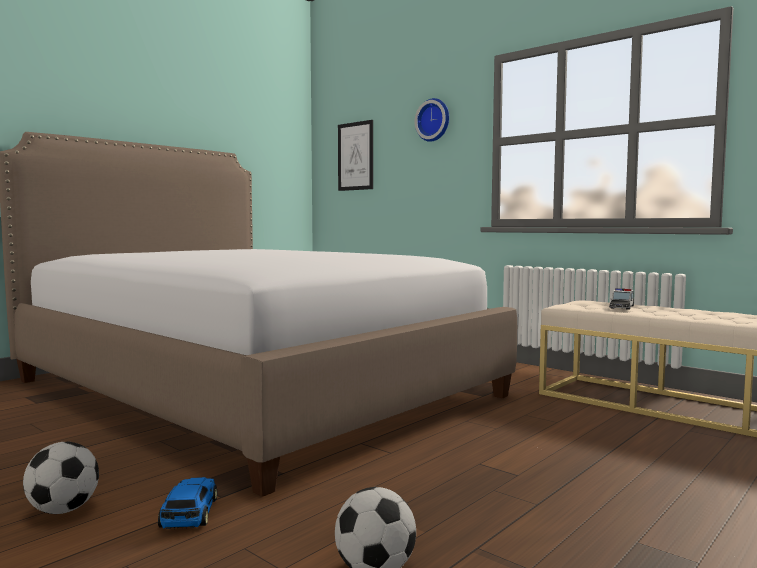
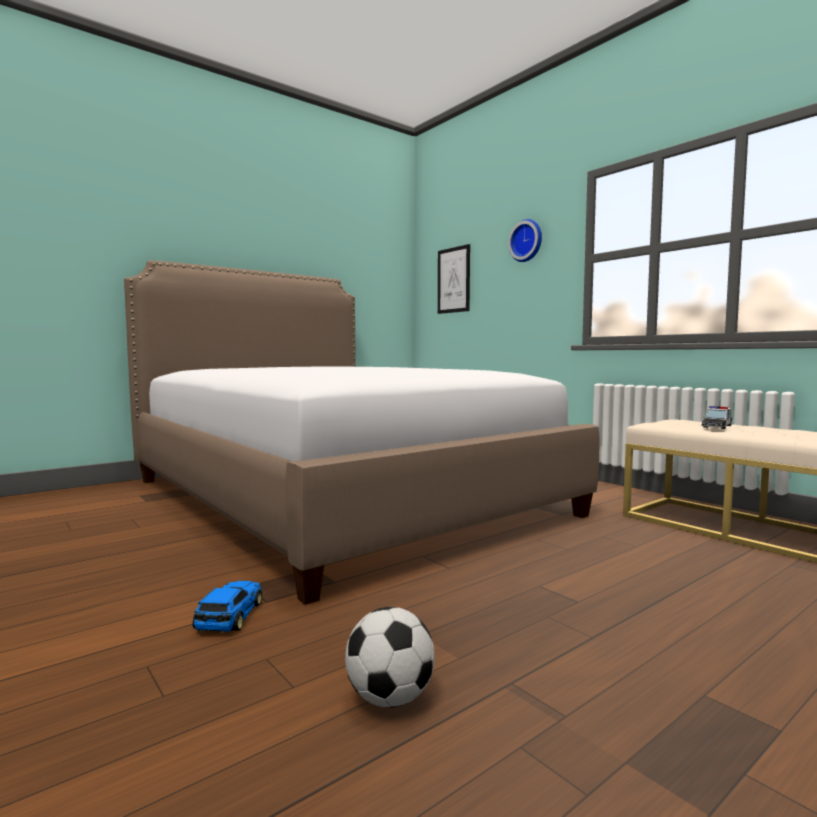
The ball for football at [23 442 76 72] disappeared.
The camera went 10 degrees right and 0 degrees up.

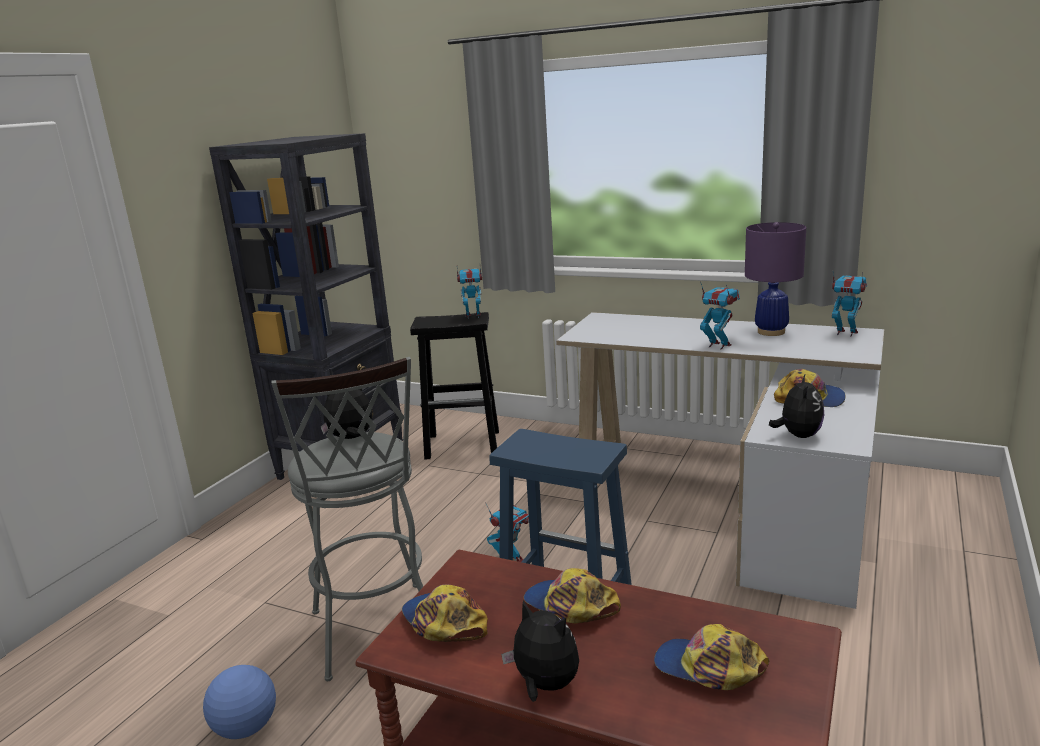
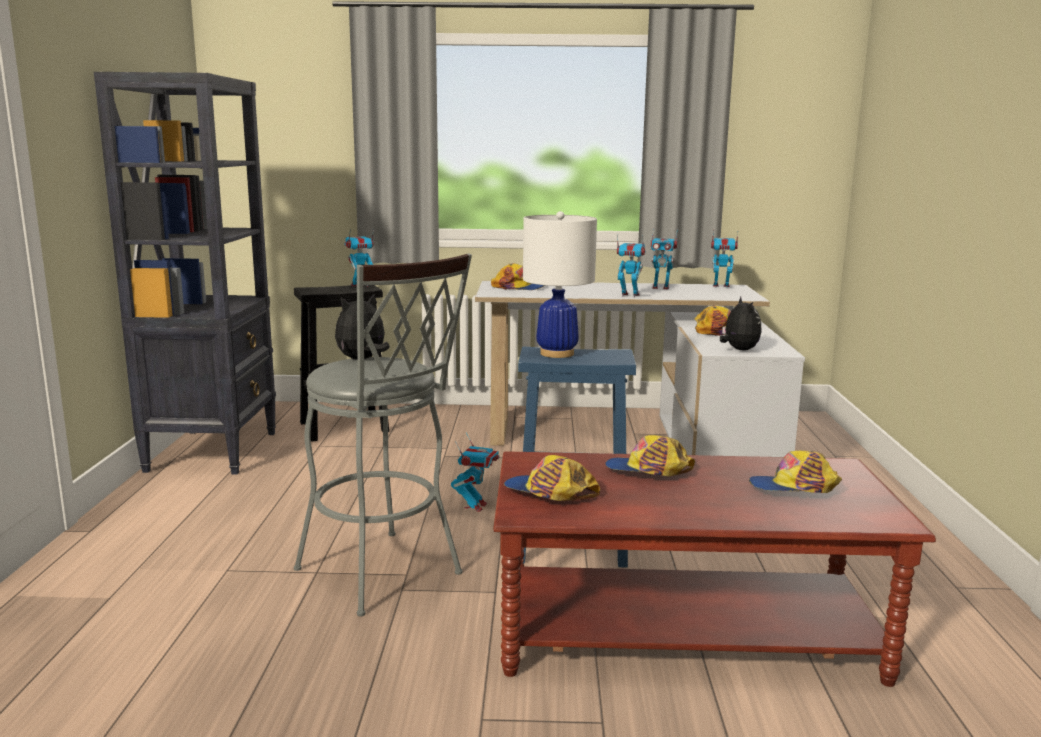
The ball for football at [203 665 73 74] disappeared.
The plush toy at [501 601 78 101] disappeared.
The cap at [491 263 54 27] appeared.
The whitish tabletop lamp at [523 211 74 147] appeared.
The purplish tabletop lamp at [745 222 61 114] was replaced by the model robot at [651 228 27 61].
The camera went 25 degrees left and 5 degrees down.

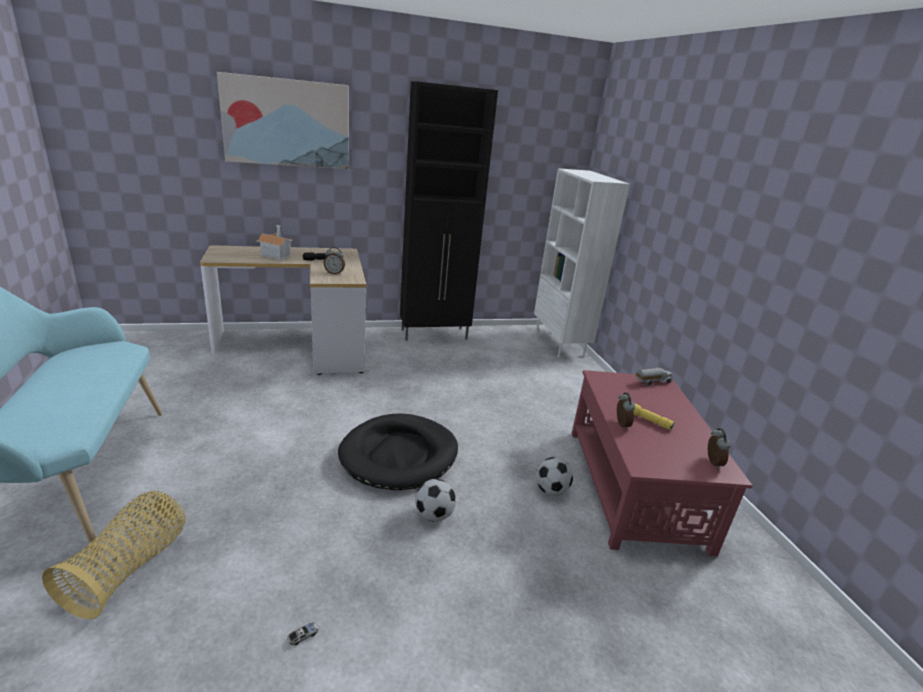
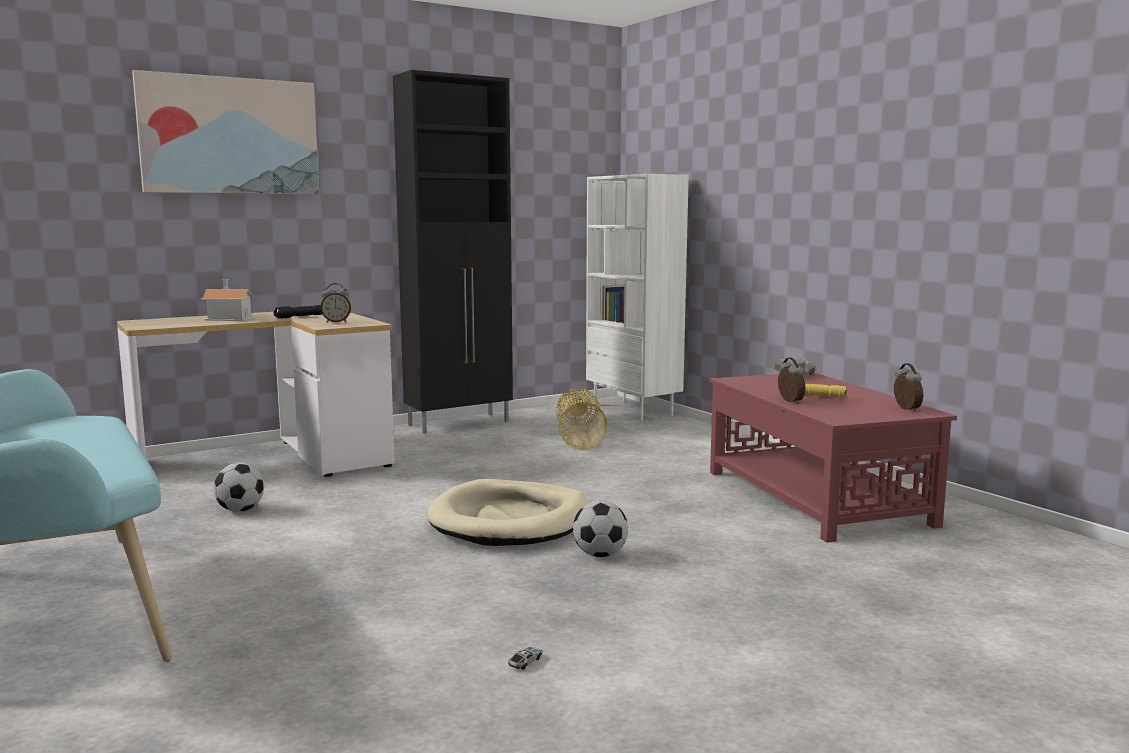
The household basket moved from [42 491 144 128] to [556 388 51 62].
The ball for football moved from [536 457 37 39] to [213 463 51 49].
The black-coloured pet bed at [338 413 120 77] became the sand-coloured pet bed at [427 479 161 67].
The camera went 15 degrees left and 15 degrees down.

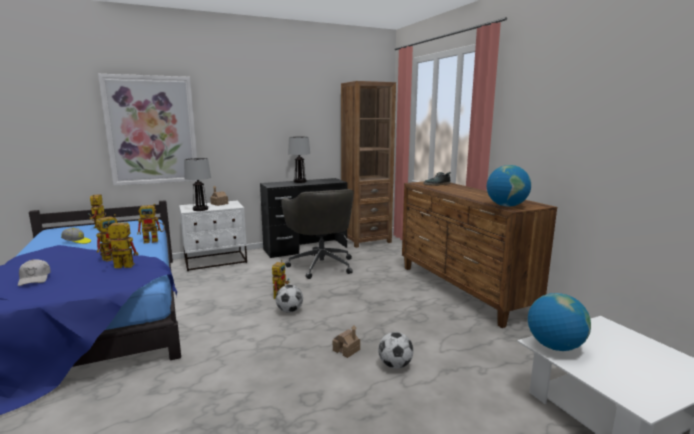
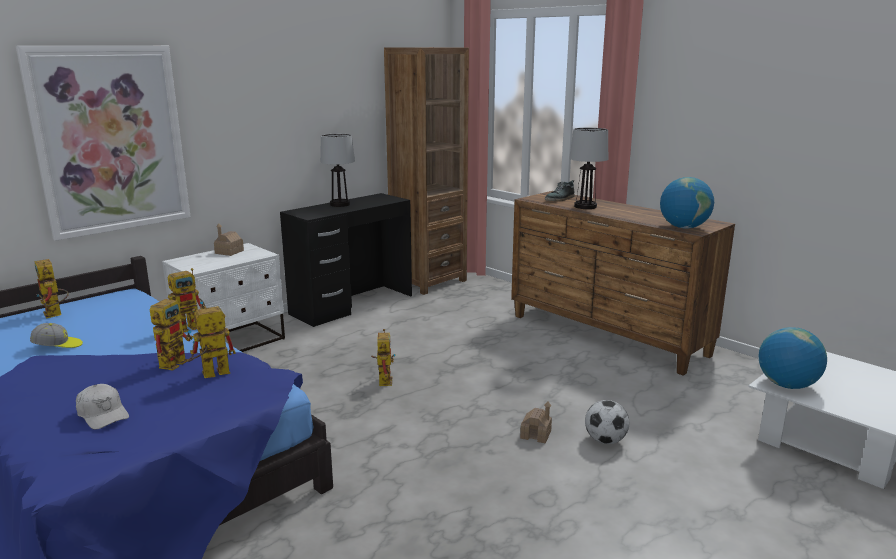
The ball for football at [276 285 27 28] disappeared.
The greyish desk chair at [281 189 73 90] disappeared.
The tabletop lamp moved from [184 158 27 53] to [569 128 39 81].
The camera went 20 degrees left and 5 degrees up.

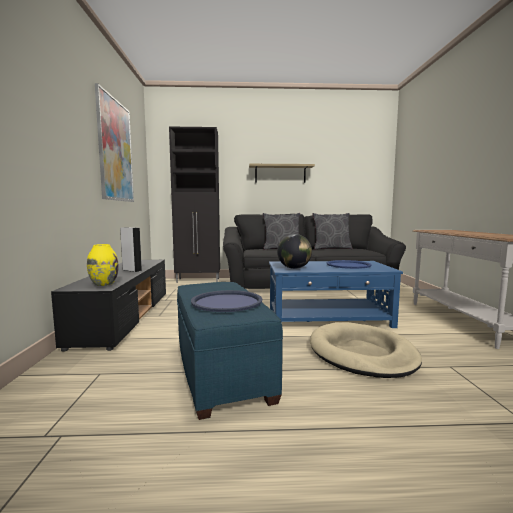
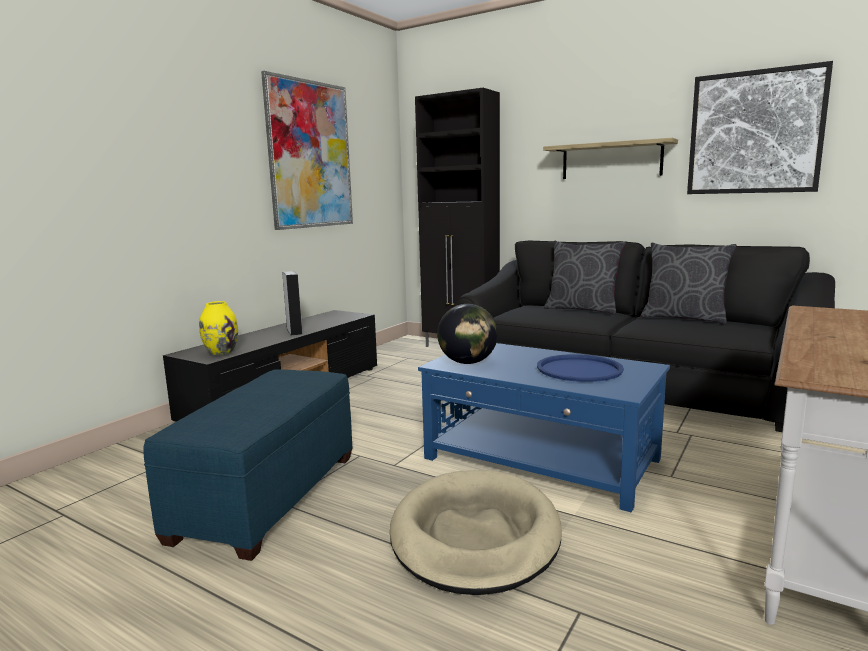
The bluish tray at [191 290 71 22] disappeared.
The picture at [687 61 146 133] appeared.
The camera went 35 degrees right and 5 degrees up.

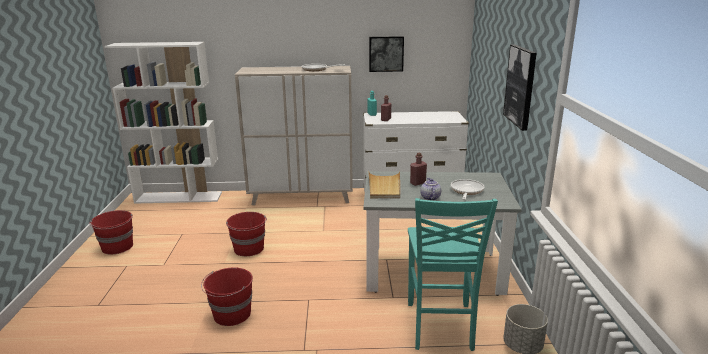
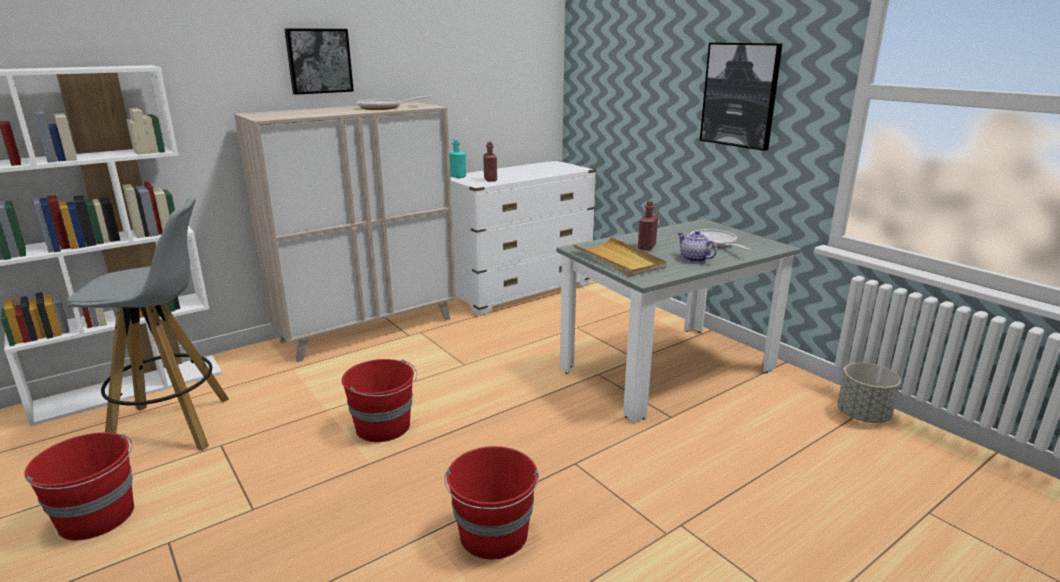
The turquoise chair at [408 198 90 153] disappeared.
The greyish stool at [67 197 162 254] appeared.
The picture moved from [369 36 35 36] to [284 29 70 66].
The camera went 35 degrees left and 0 degrees up.

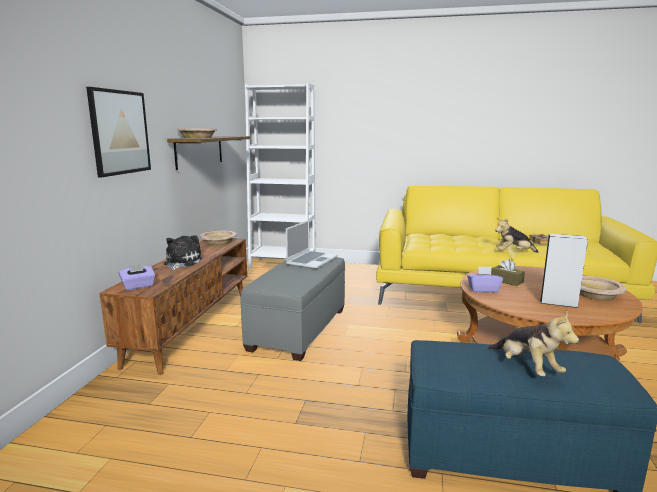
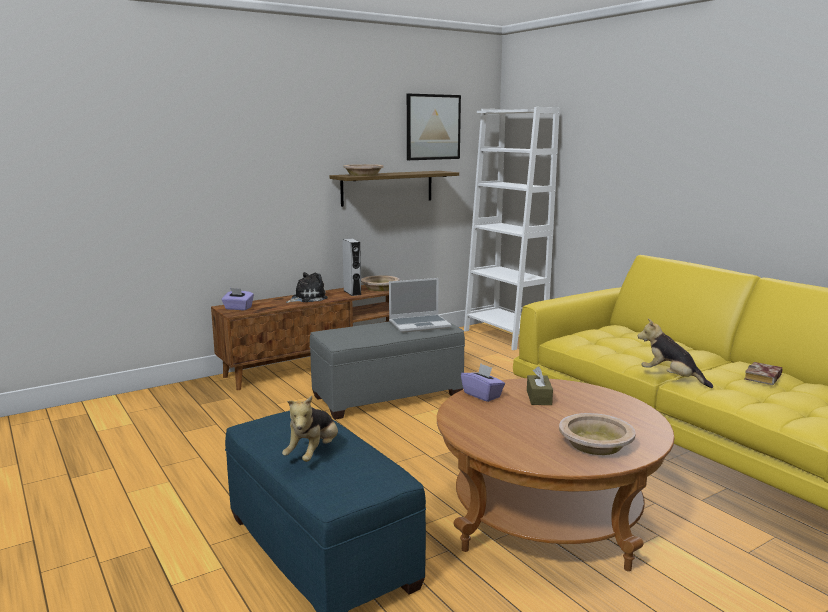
The picture moved from [86 87 65 90] to [407 94 54 66].
The greyish speaker moved from [540 234 48 74] to [342 238 19 58].
The camera went 45 degrees right and 0 degrees up.

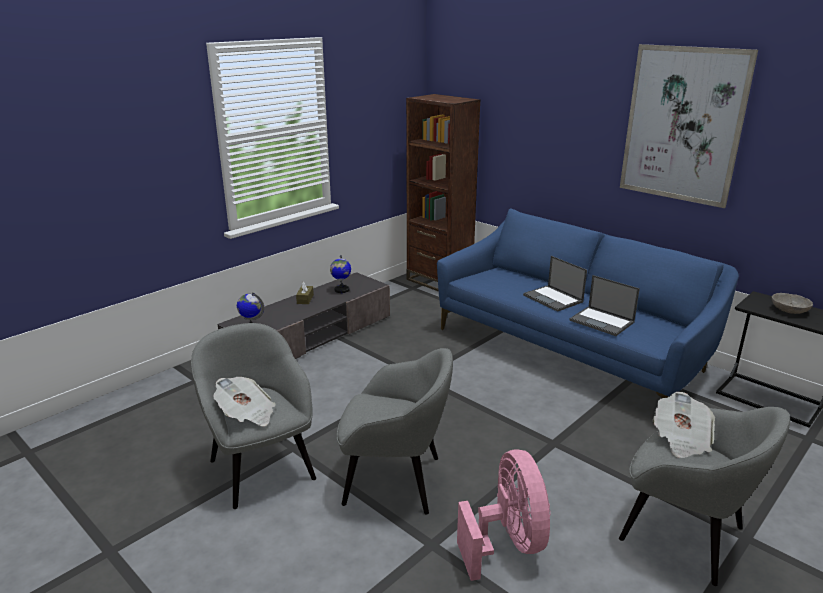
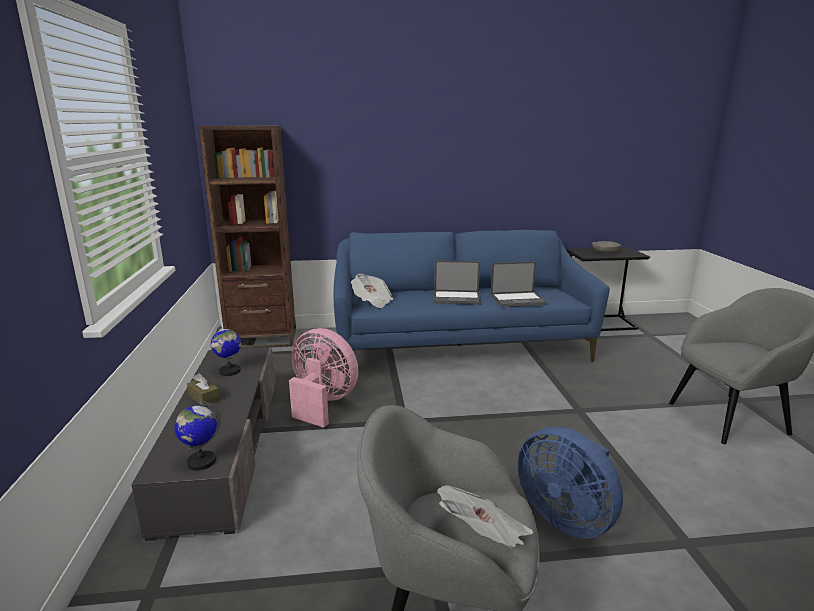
The picture at [620 44 138 164] disappeared.
The pink electric fan moved from [457 450 94 131] to [289 328 70 100].
The printed paper moved from [652 392 63 66] to [351 274 42 34].
The greyish armchair at [337 348 116 167] was replaced by the bluish electric fan at [518 427 105 112].
The camera went 50 degrees left and 5 degrees down.

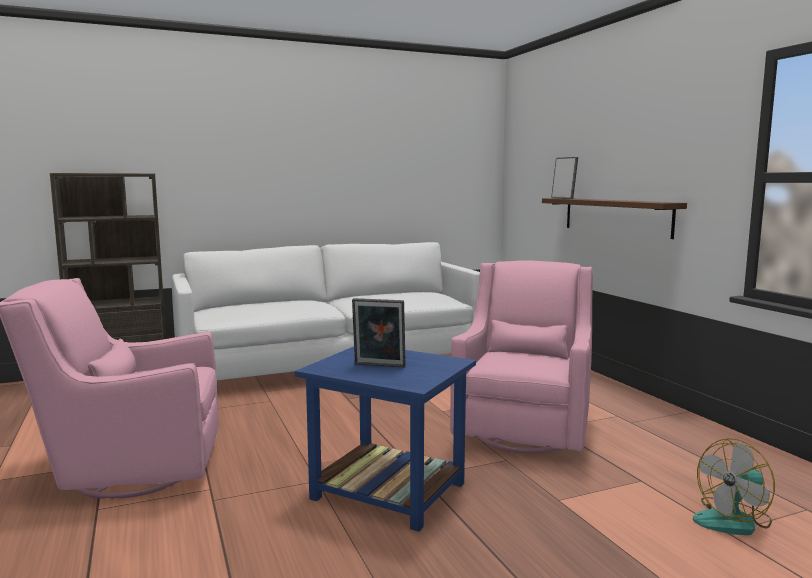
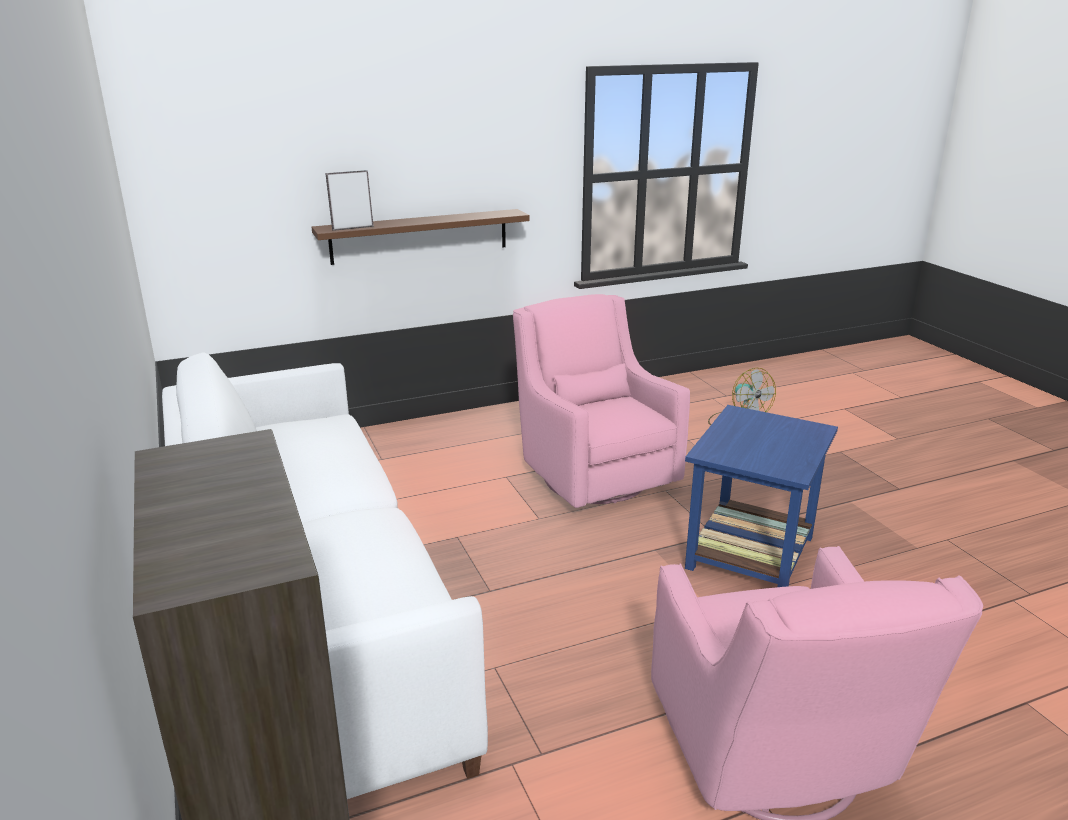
The standing frame at [352 298 54 70] disappeared.
The pink armchair at [450 260 143 194] turned 45 degrees clockwise.
The camera went 90 degrees left and 15 degrees up.

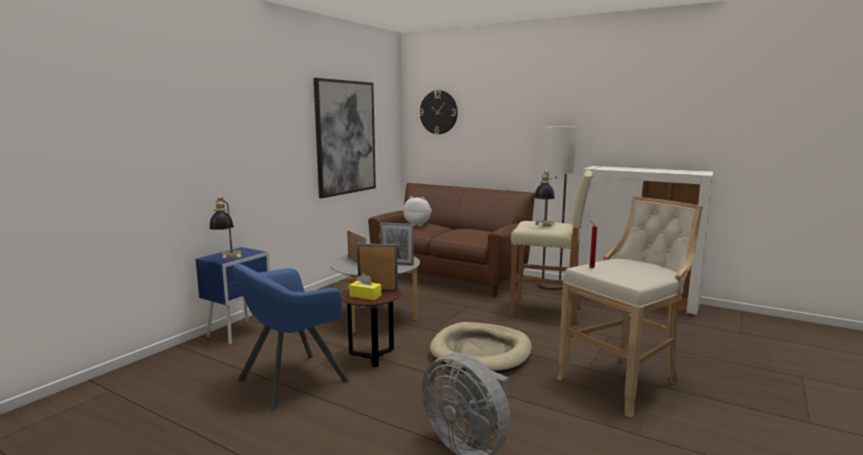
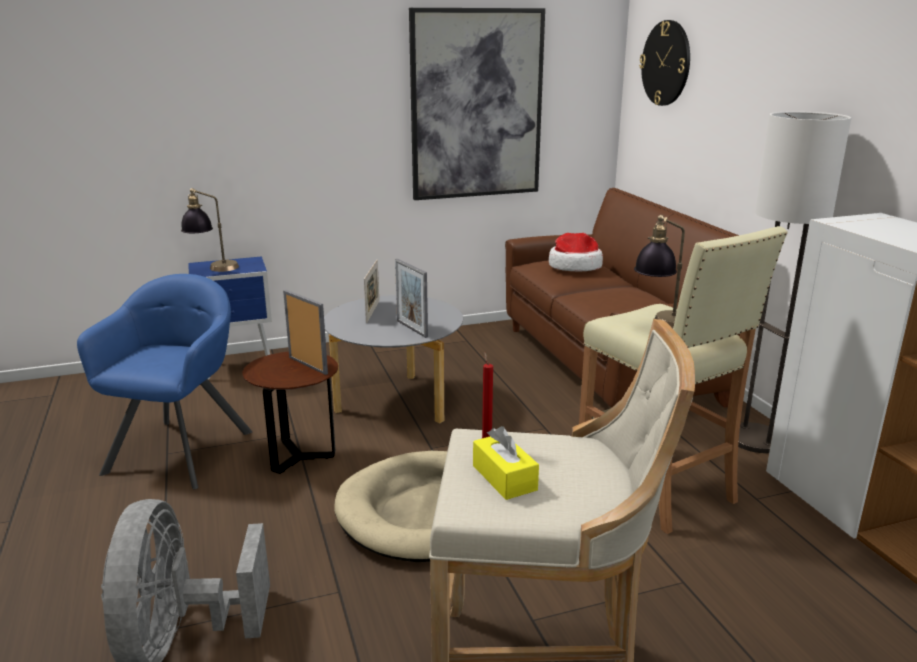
The yellow box of tissues moved from [349 273 32 27] to [473 426 66 74].
The plush toy at [403 196 29 31] was replaced by the wearable hat at [549 233 54 39].
The bluish armchair at [233 264 117 148] turned 105 degrees clockwise.
The camera went 40 degrees right and 10 degrees up.

